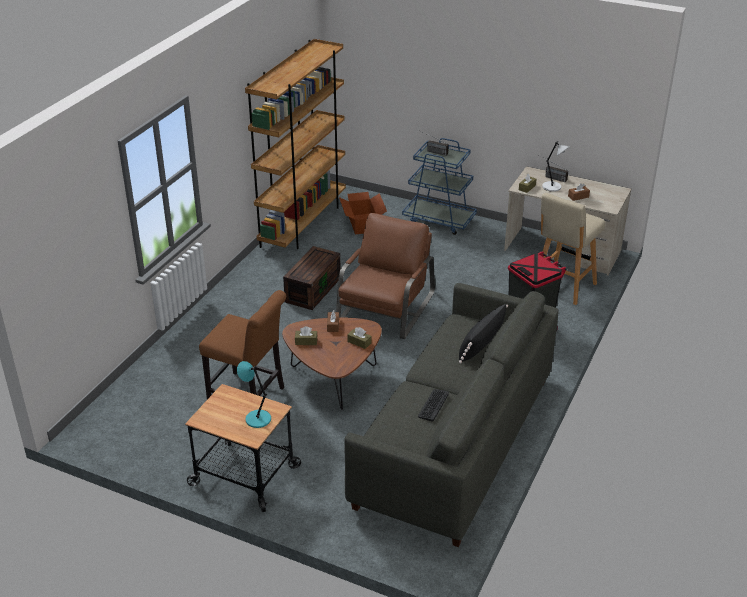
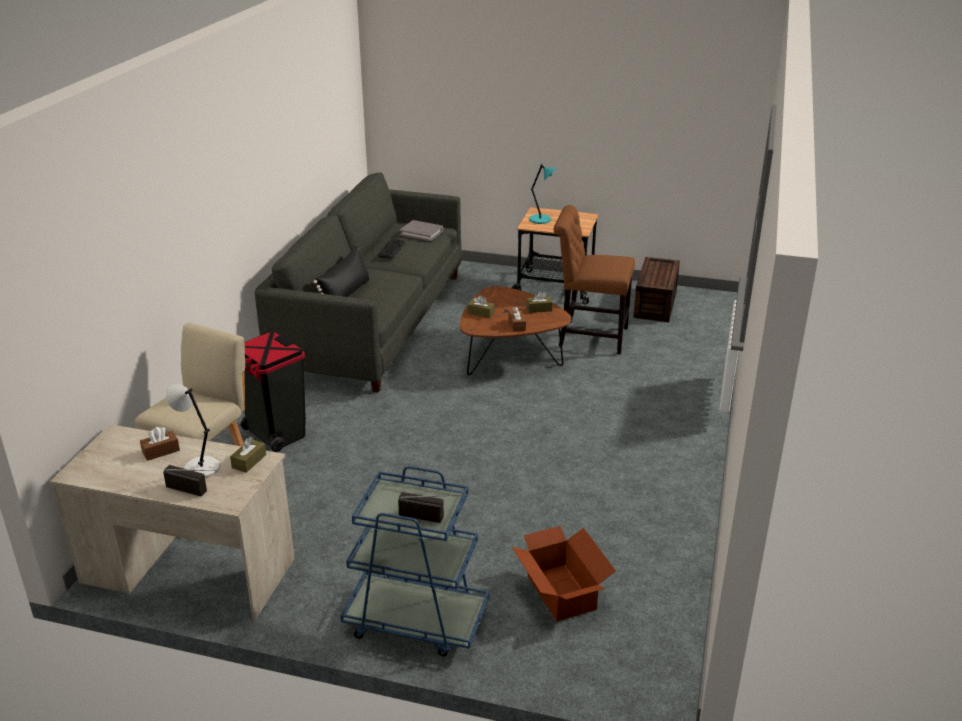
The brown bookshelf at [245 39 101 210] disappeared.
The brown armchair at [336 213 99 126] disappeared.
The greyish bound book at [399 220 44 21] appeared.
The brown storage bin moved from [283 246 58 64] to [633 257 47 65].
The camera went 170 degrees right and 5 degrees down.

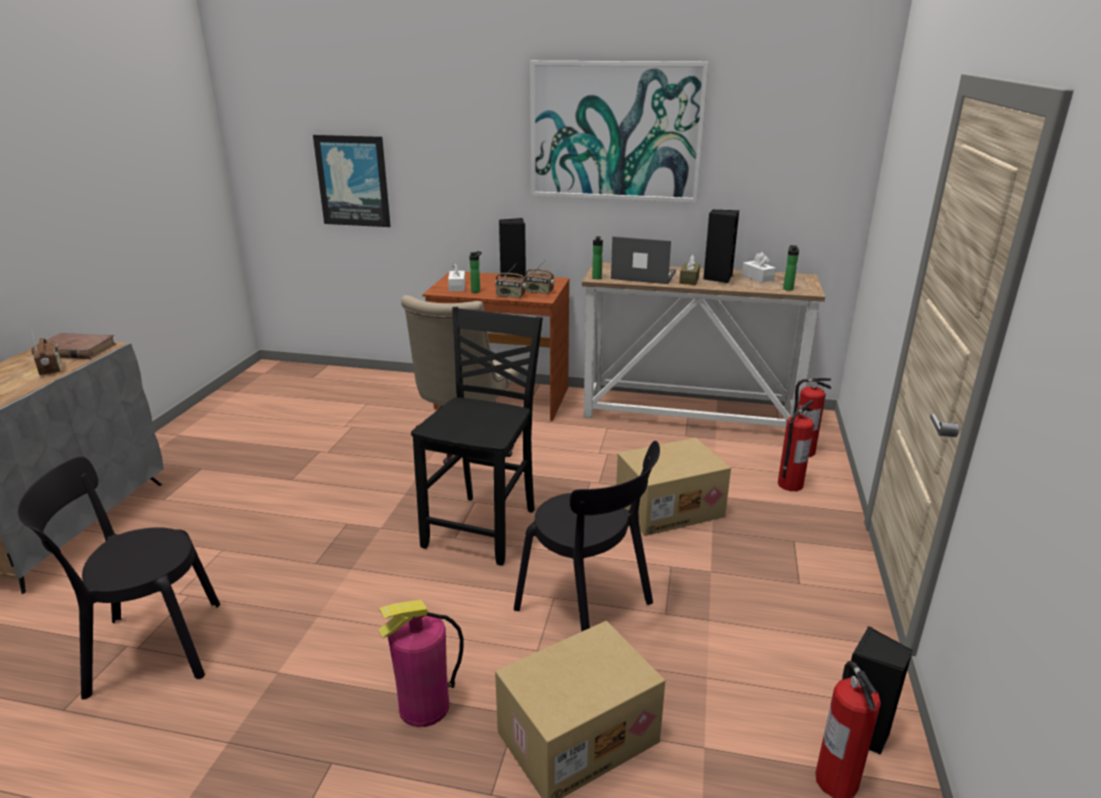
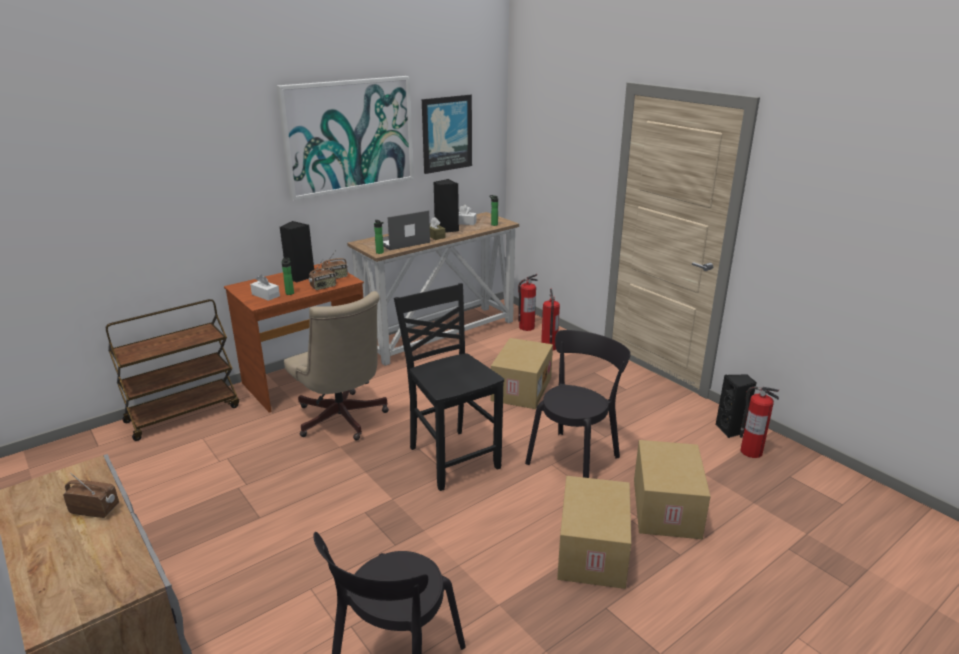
The brown bound book at [31 333 86 26] disappeared.
The brown cart at [106 299 133 142] appeared.
The picture moved from [313 135 78 92] to [422 95 50 79].
The fire-fighting cylinder at [378 600 86 127] was replaced by the cardboard box at [557 476 74 113].
The black-coloured chair at [514 441 146 191] turned 45 degrees counterclockwise.
The camera went 50 degrees left and 0 degrees up.

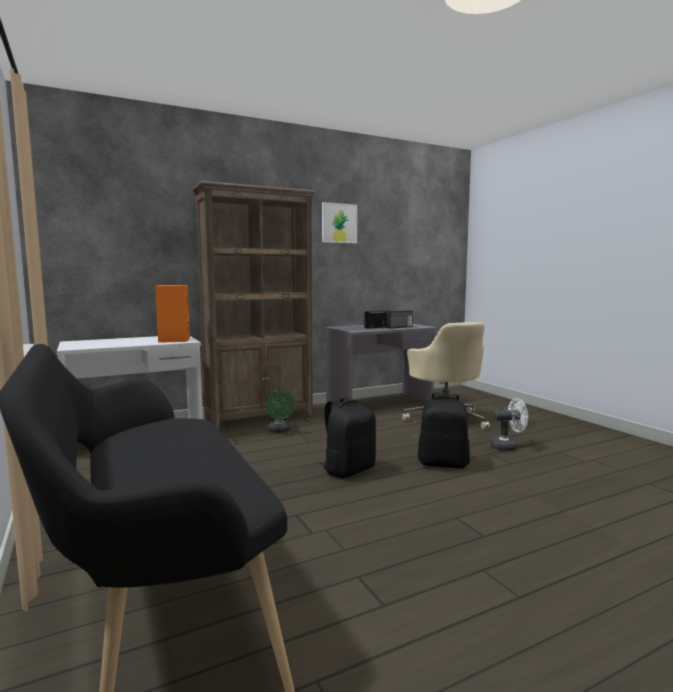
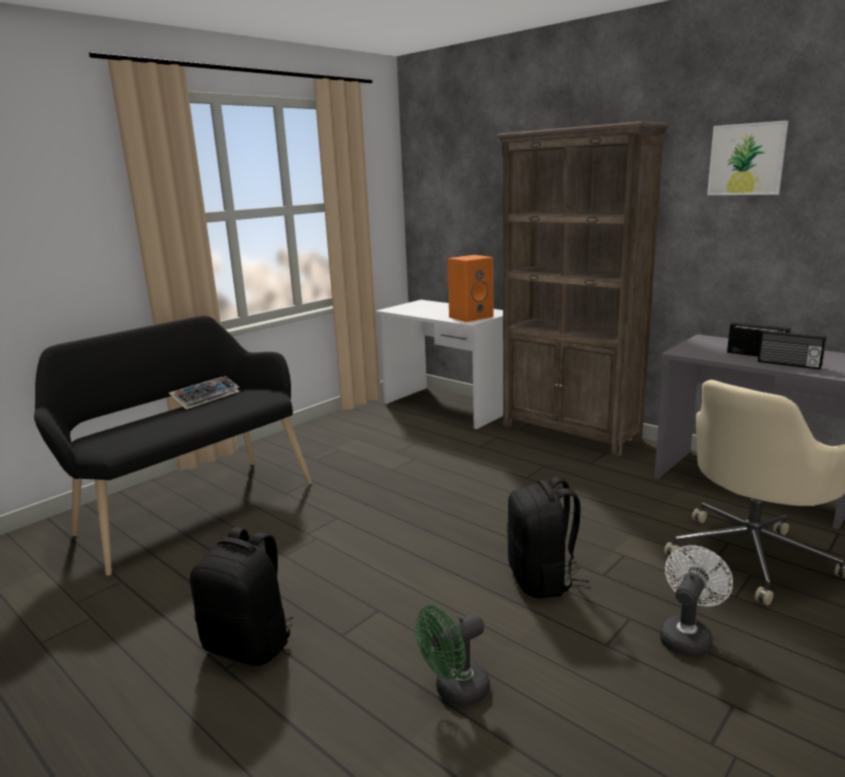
The PC keyboard at [169 376 71 33] appeared.
The green-coloured electric fan moved from [265 389 31 44] to [415 605 75 101].
The black-coloured backpack moved from [320 397 56 81] to [190 527 104 139].
The whitish electric fan at [490 398 38 53] turned 120 degrees counterclockwise.
The camera went 70 degrees right and 10 degrees up.

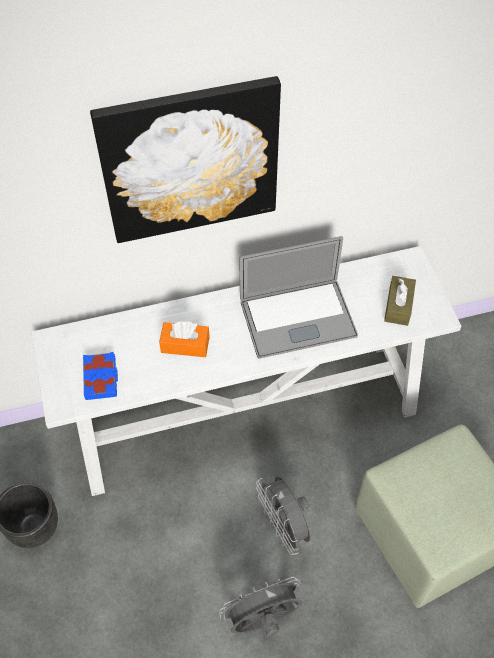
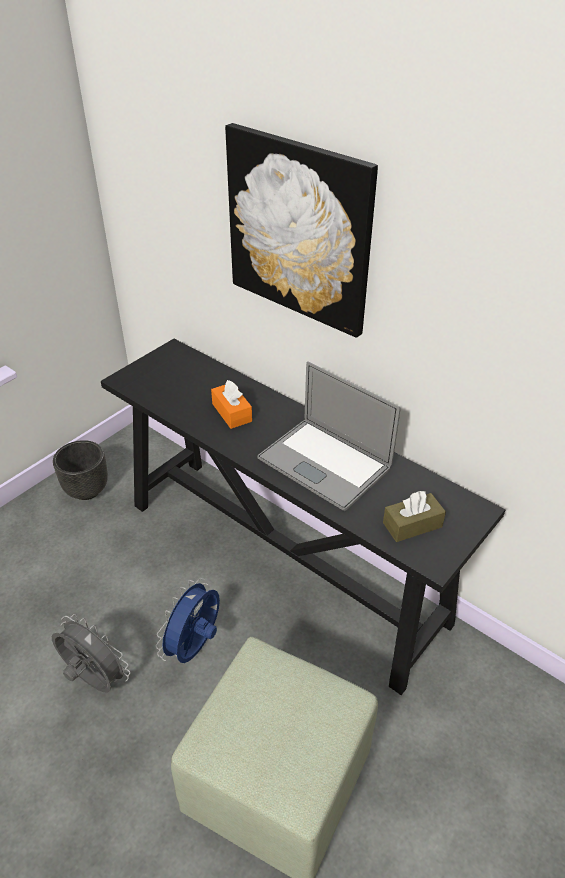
The bluish bound book at [83 352 35 48] disappeared.
The whitish narrow table at [32 246 429 250] became the black-coloured narrow table at [101 339 404 356].
The greyish electric fan at [256 476 54 79] became the bluish electric fan at [156 578 64 85].
The camera went 55 degrees right and 15 degrees down.

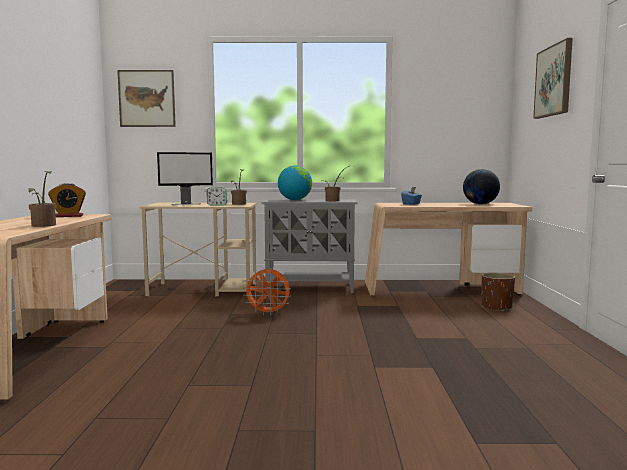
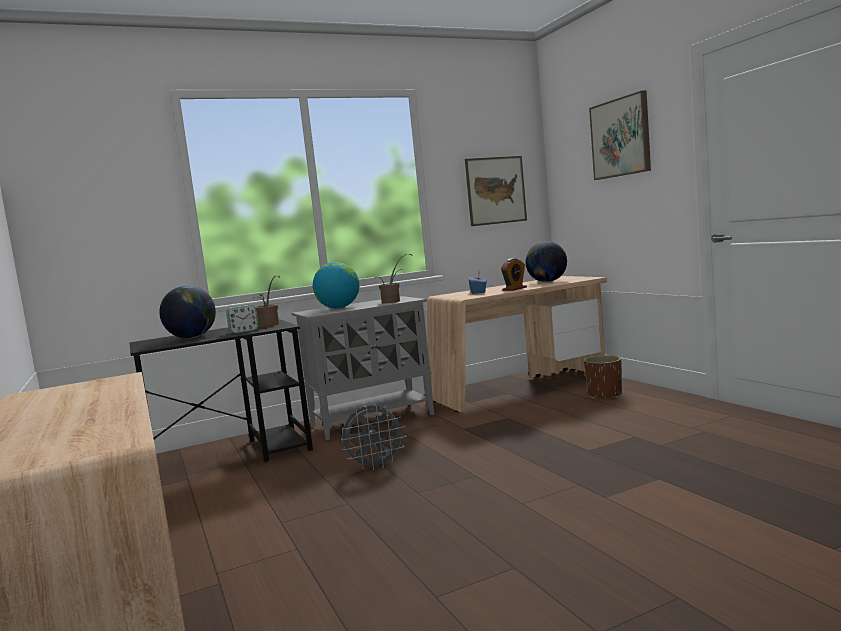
The potted plant at [28 171 28 56] disappeared.
The table clock moved from [48 183 38 34] to [501 258 26 33].
The picture moved from [117 70 59 57] to [465 156 62 70].
The monitor at [157 152 56 53] was replaced by the desk globe at [159 286 57 52].
The sand-coloured desk at [139 203 118 93] became the black-coloured desk at [130 319 183 143].
The orange electric fan at [243 268 48 47] became the greyish electric fan at [341 404 65 67].
The camera went 25 degrees left and 0 degrees up.

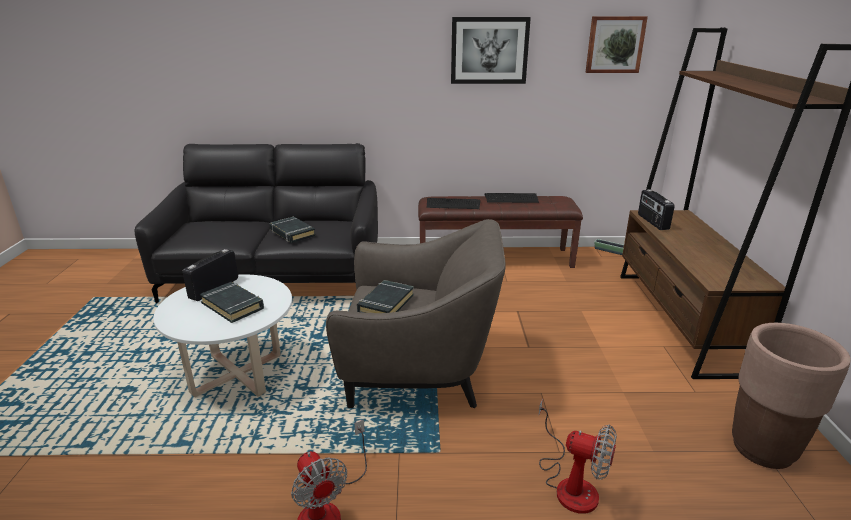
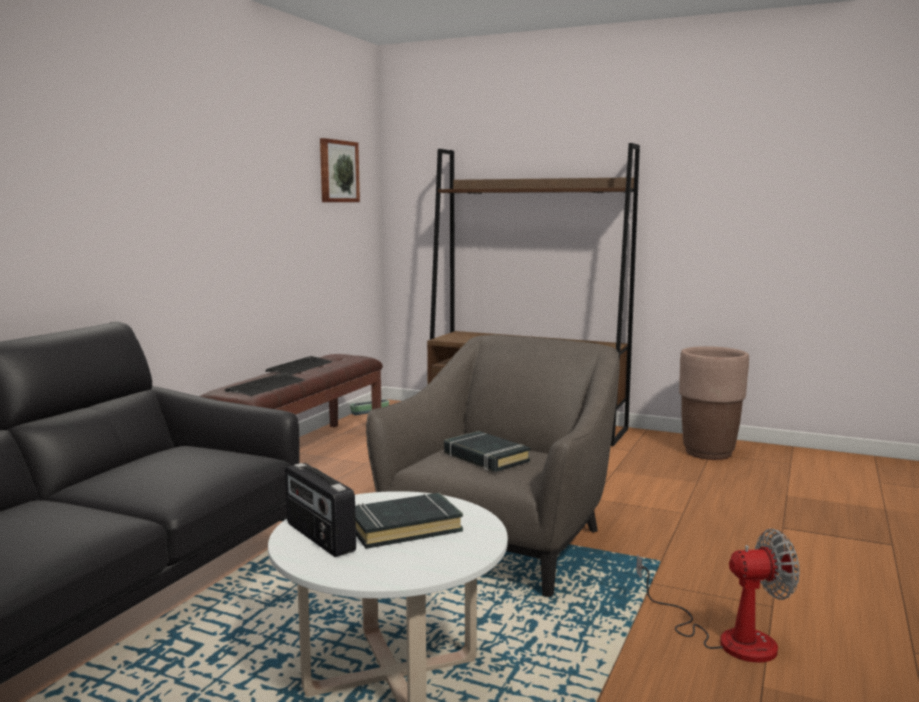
The black-coloured bound book at [270 216 46 27] disappeared.
The picture at [451 17 80 67] disappeared.
The electric fan at [538 399 79 115] disappeared.
The radio receiver at [638 190 37 40] disappeared.
The camera went 65 degrees left and 15 degrees down.

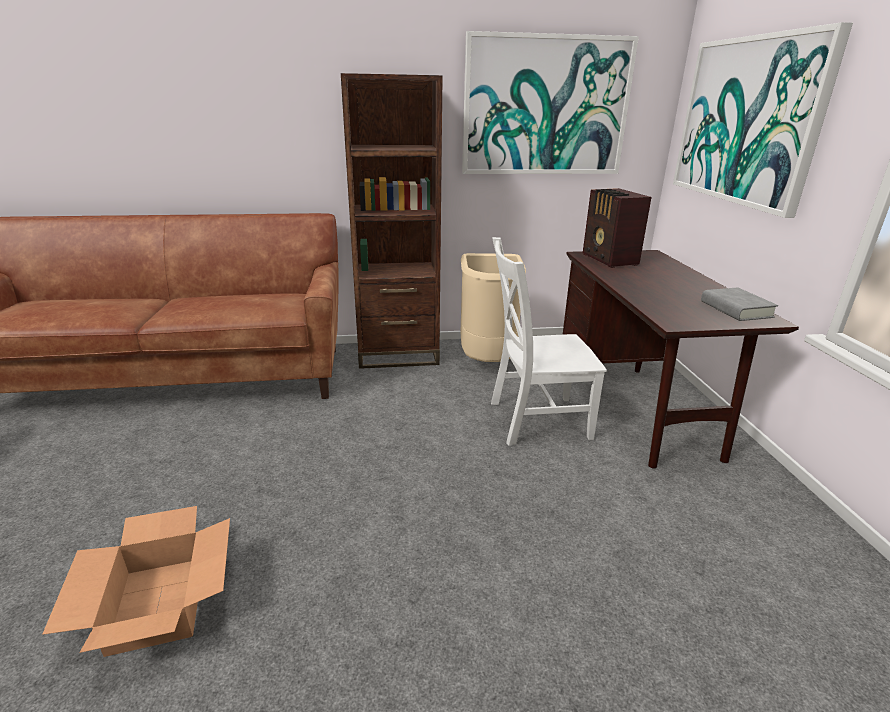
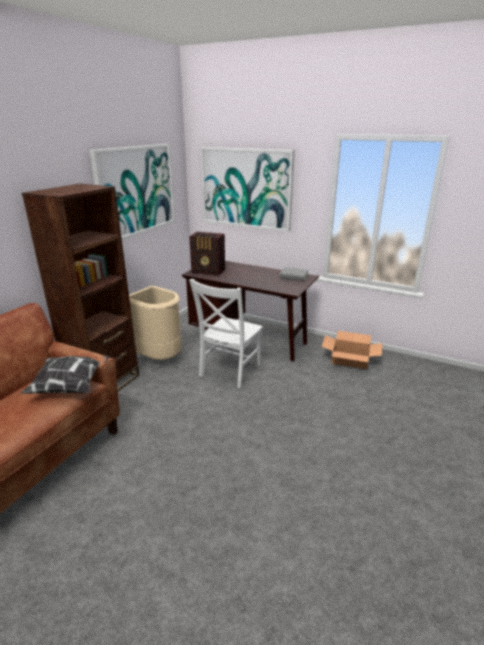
The pillow at [21 355 89 39] appeared.
The cardboard box moved from [42 506 188 151] to [322 331 60 38].
The camera went 55 degrees left and 0 degrees up.

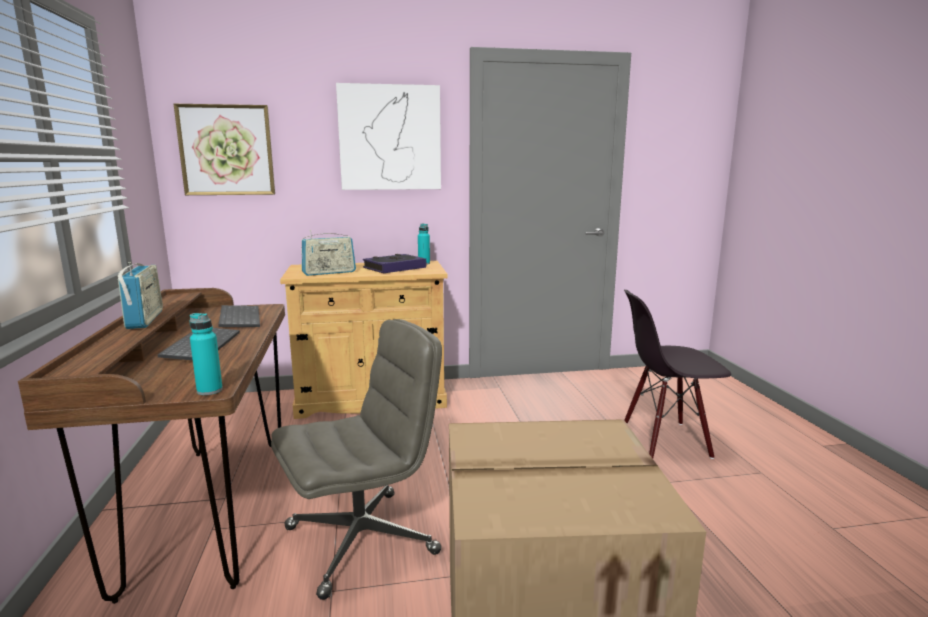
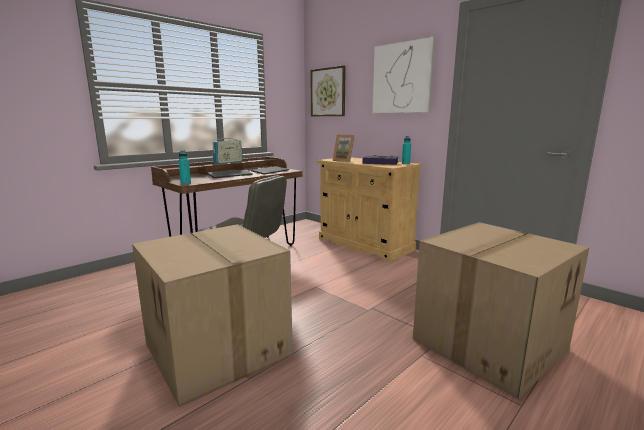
The radio receiver at [301 230 55 46] was replaced by the standing frame at [333 135 21 27].
The black-coloured chair at [624 290 107 169] was replaced by the cardboard box at [413 222 176 177].
The camera went 55 degrees right and 0 degrees up.

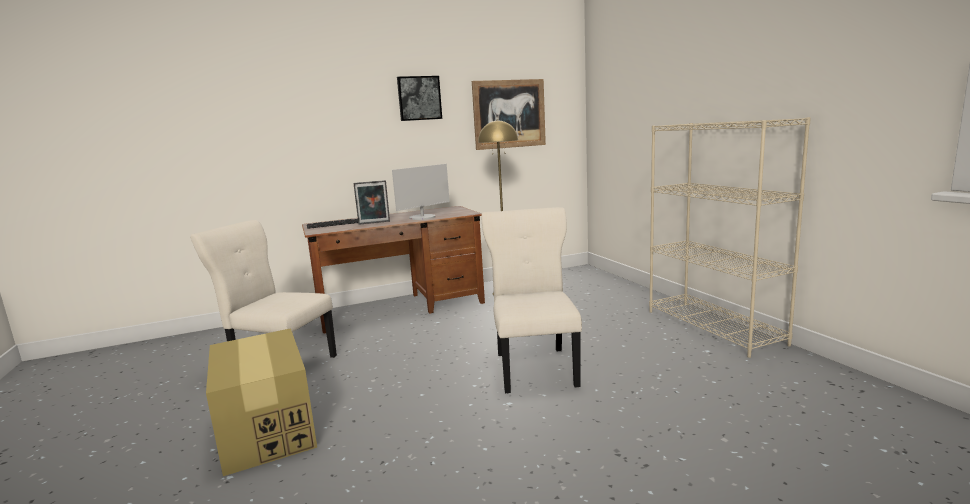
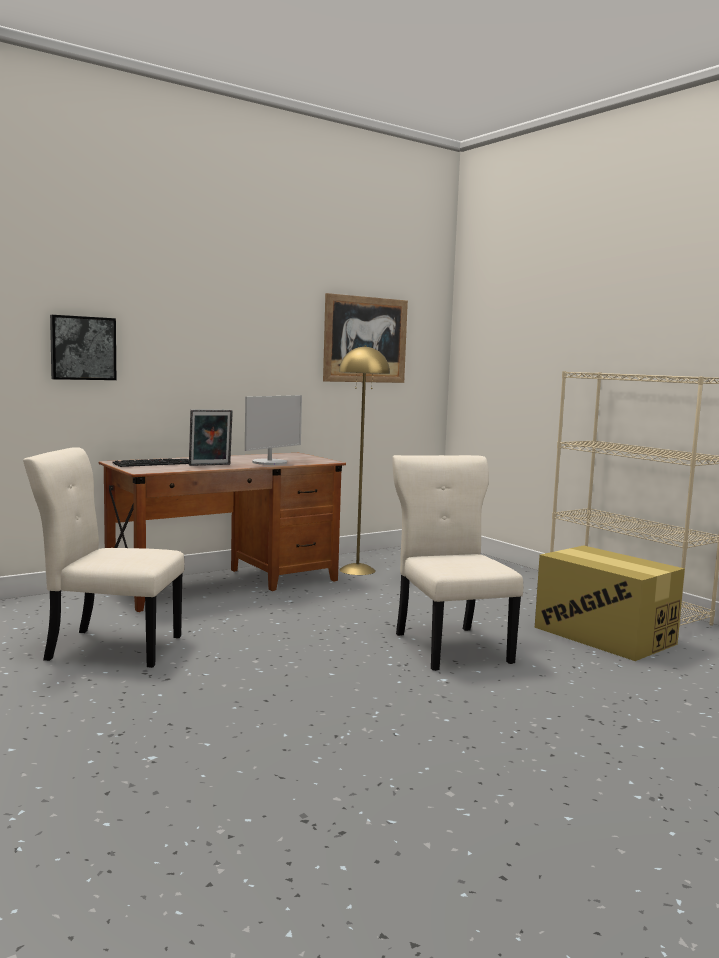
The cardboard box moved from [206 328 111 148] to [535 545 150 116].
The picture moved from [397 76 45 45] to [50 315 66 65].
The camera went 15 degrees left and 5 degrees down.

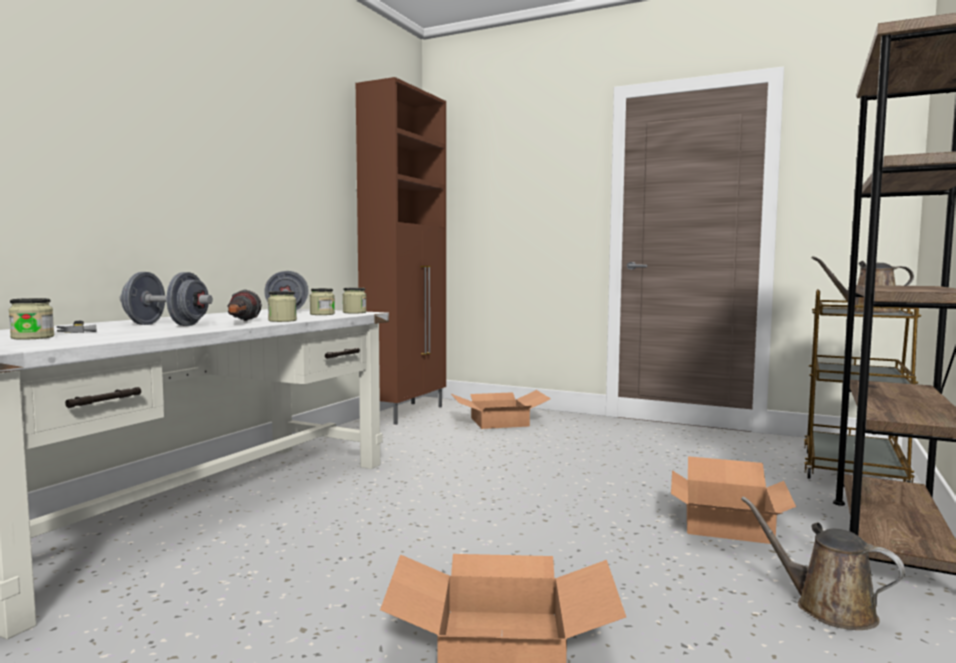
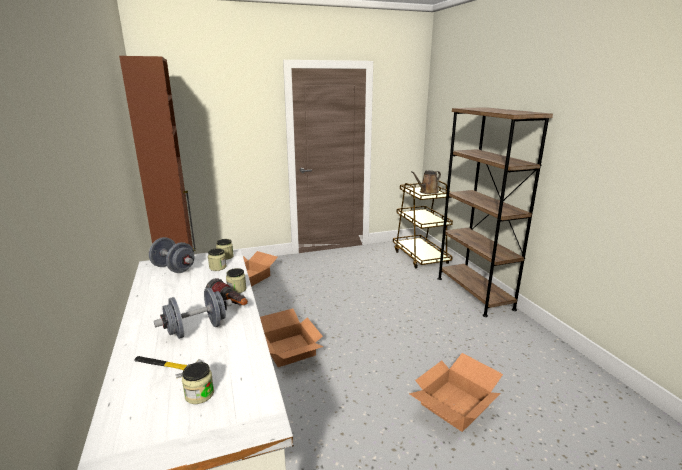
The brown watering pot at [741 496 164 134] disappeared.
The cardboard box moved from [671 456 125 88] to [260 308 63 59].
The camera went 45 degrees left and 15 degrees up.

